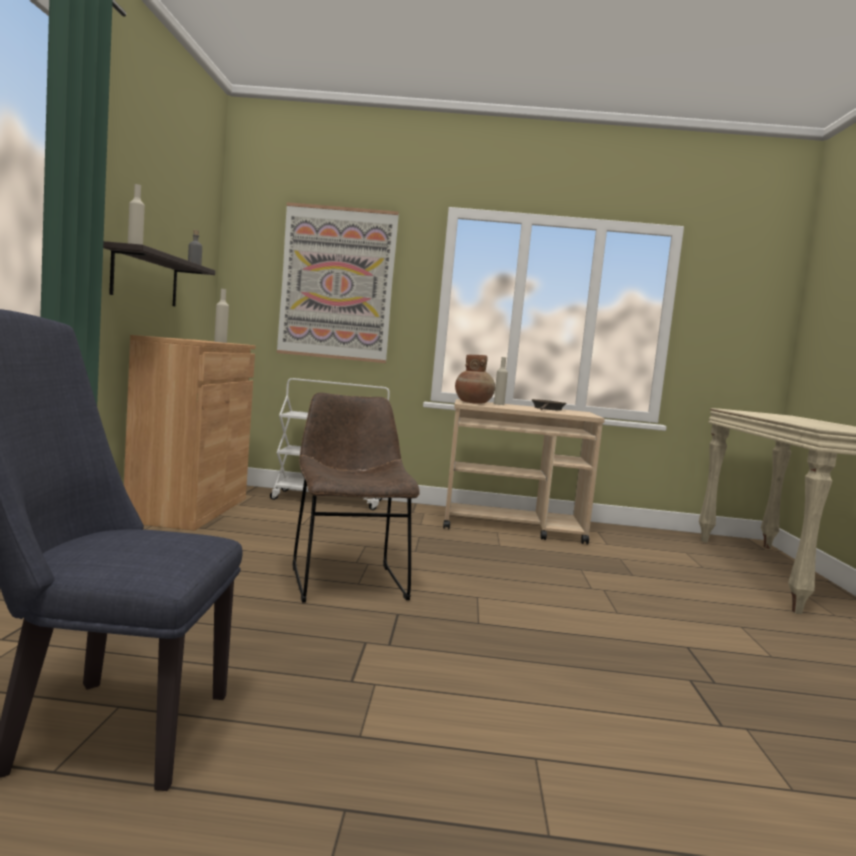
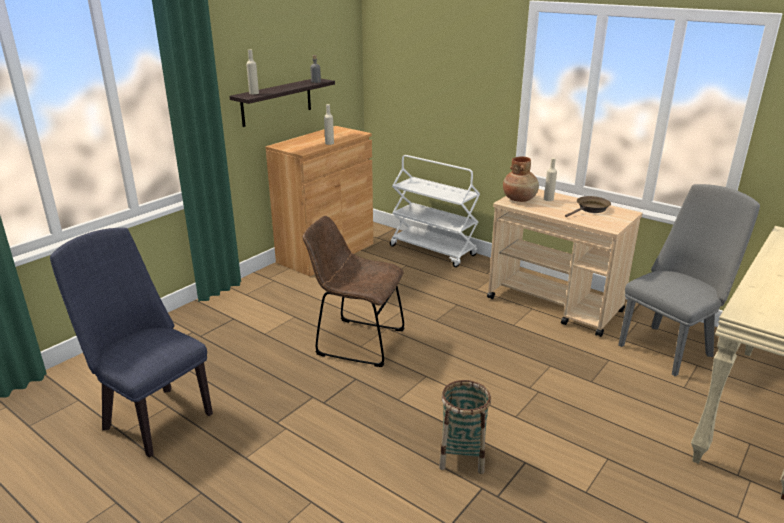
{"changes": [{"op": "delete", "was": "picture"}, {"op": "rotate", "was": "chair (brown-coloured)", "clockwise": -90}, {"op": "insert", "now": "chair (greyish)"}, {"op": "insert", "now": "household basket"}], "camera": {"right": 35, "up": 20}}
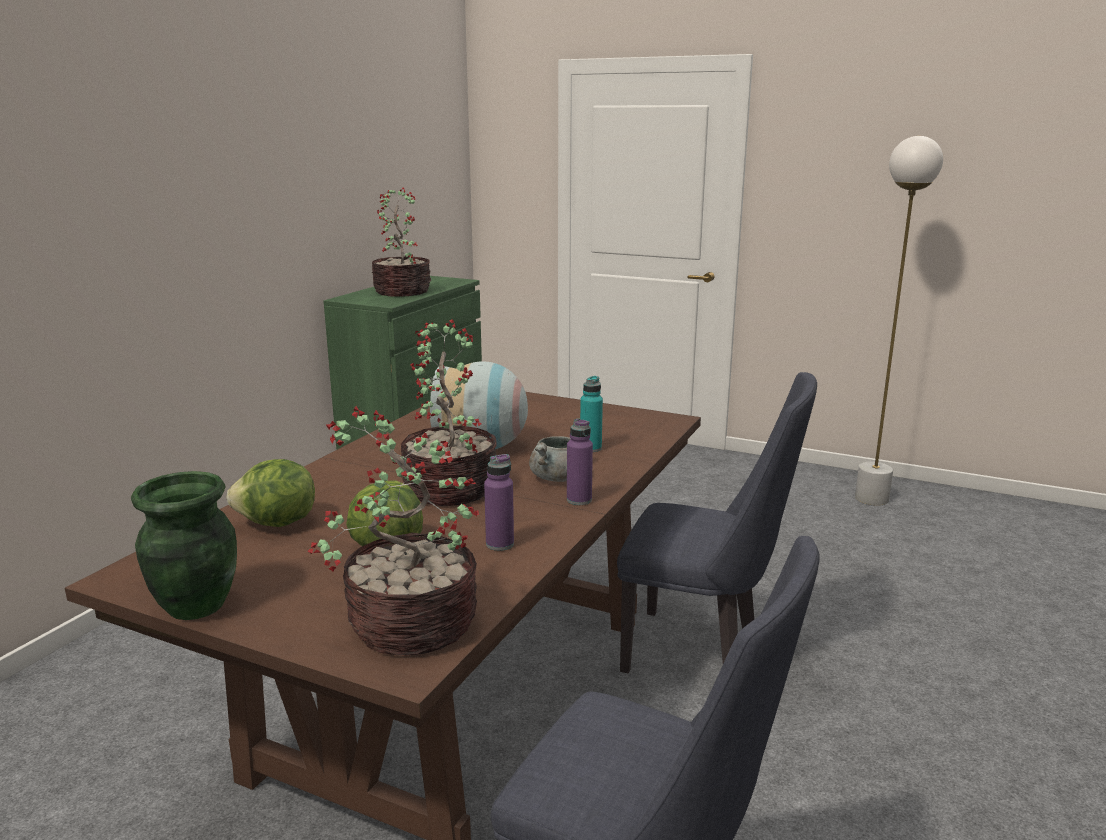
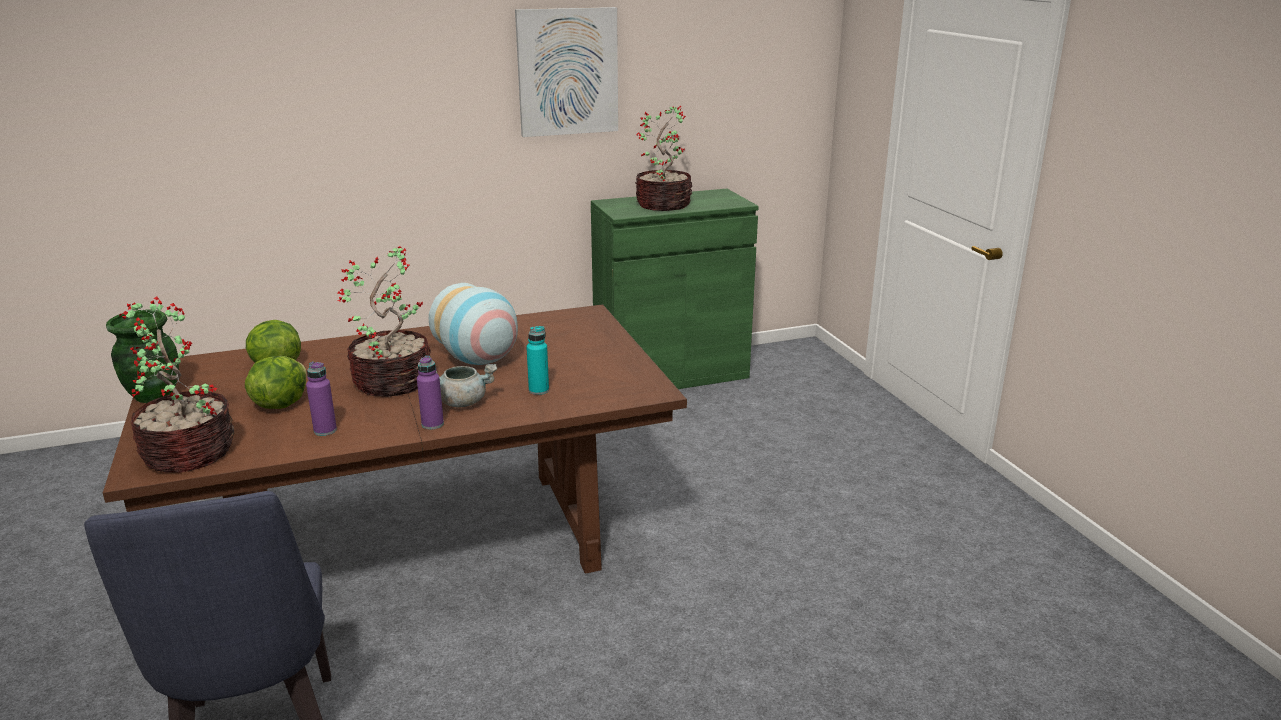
{"changes": [{"op": "delete", "was": "floor lamp (white-coloured)"}, {"op": "delete", "was": "chair (blue-coloured) (2nd from left)"}, {"op": "insert", "now": "picture"}], "camera": {"right": 45, "up": 5}}
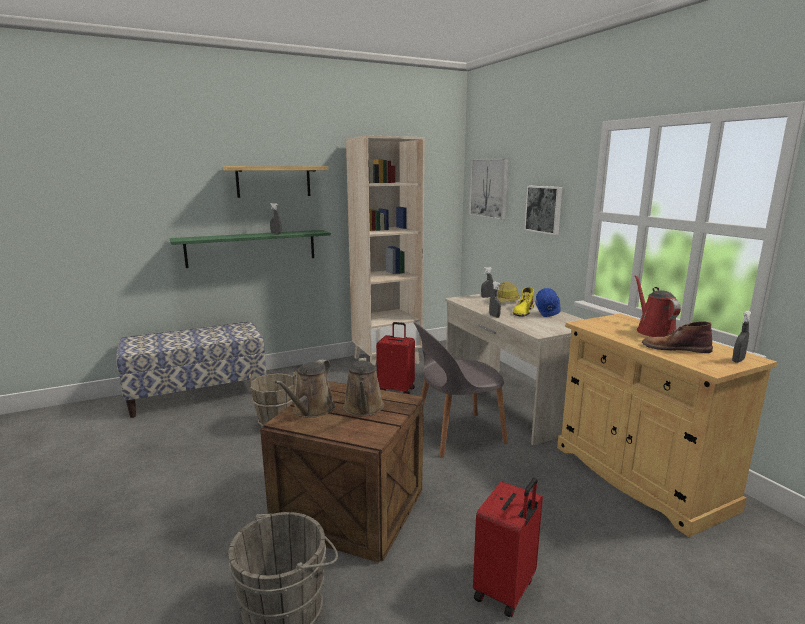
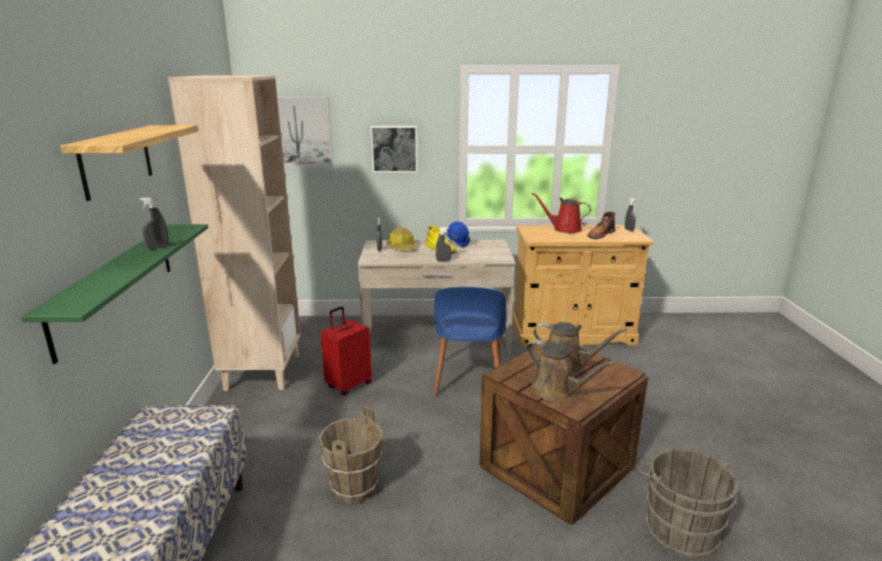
{"changes": [{"op": "recolor", "was": "chair (greyish)", "now": "chair (blue-coloured)"}, {"op": "delete", "was": "travel case (reddish) (2nd from left)"}], "camera": {"right": -65, "up": 5}}
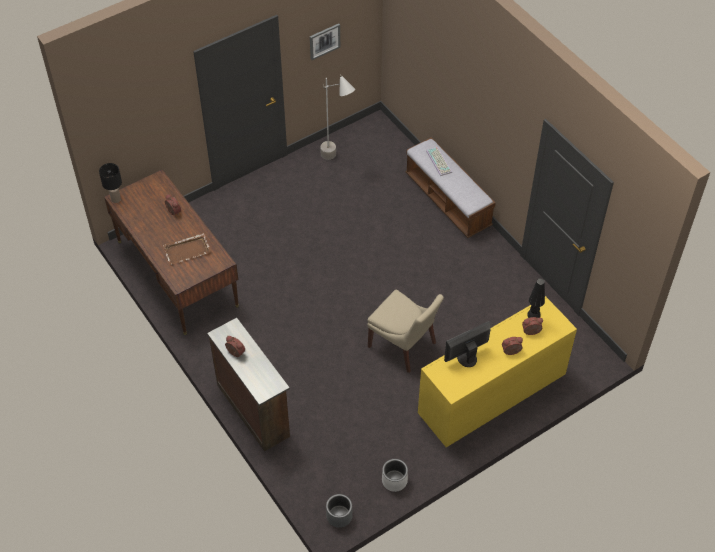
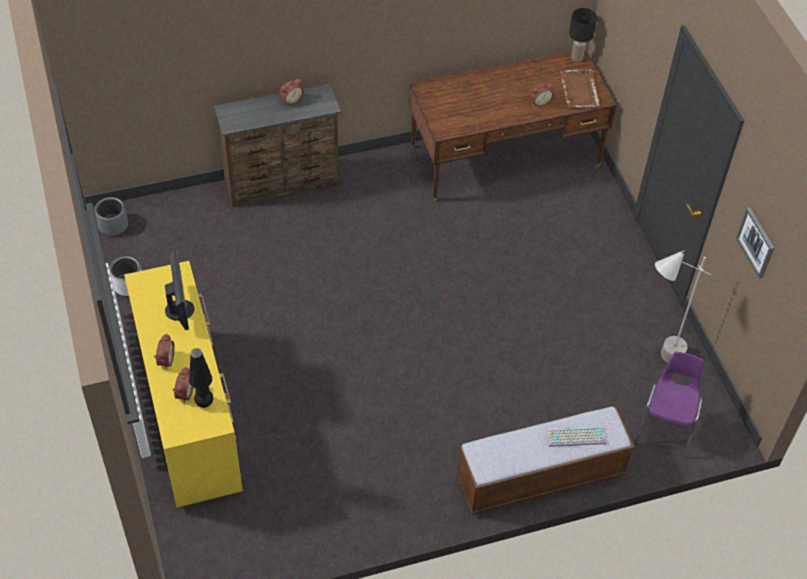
{"changes": [{"op": "move", "was": "carrying tray (brown-coloured)"}, {"op": "delete", "was": "chair (sand-coloured)"}, {"op": "insert", "now": "chair (purple-coloured)"}], "camera": {"right": 105, "up": 0}}
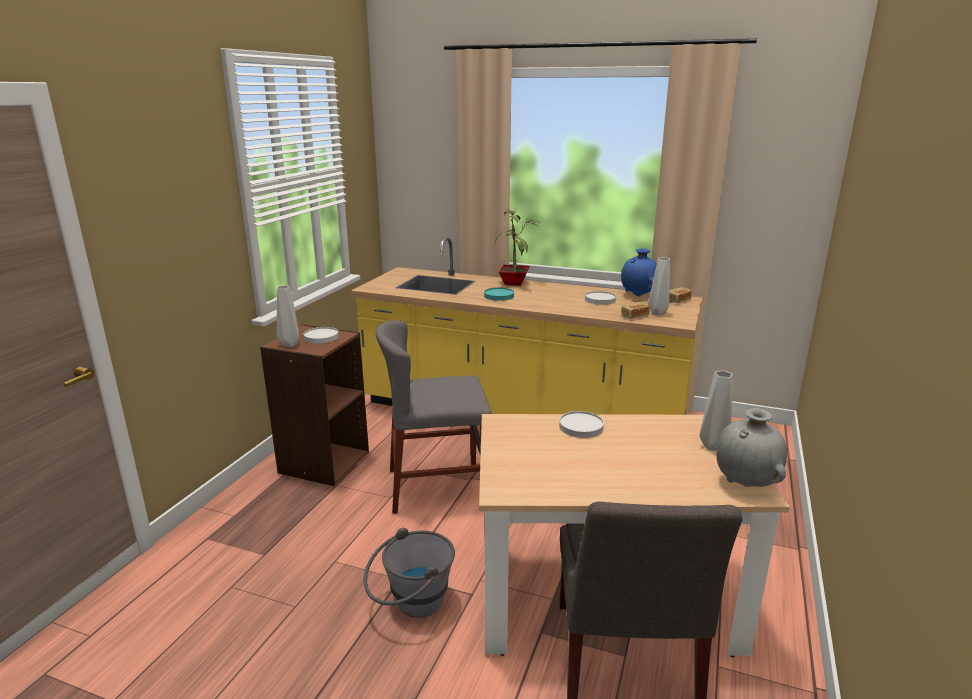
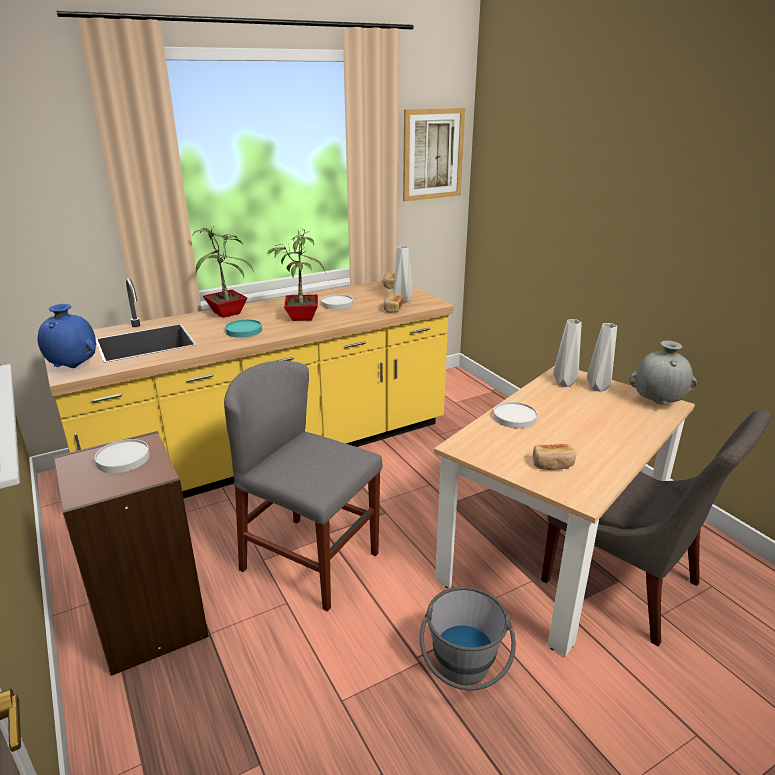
{"changes": [{"op": "move", "was": "vase (blue-coloured)"}, {"op": "move", "was": "vase (greyish) (1st from left in the first image)", "now": "vase (greyish) (2nd from left)"}, {"op": "rotate", "was": "chair (greyish) (1st from left)", "clockwise": 90}, {"op": "insert", "now": "picture"}, {"op": "insert", "now": "potted plant (2nd from left)"}, {"op": "insert", "now": "baked bread (3rd from left)"}], "camera": {"right": -50, "up": 5}}
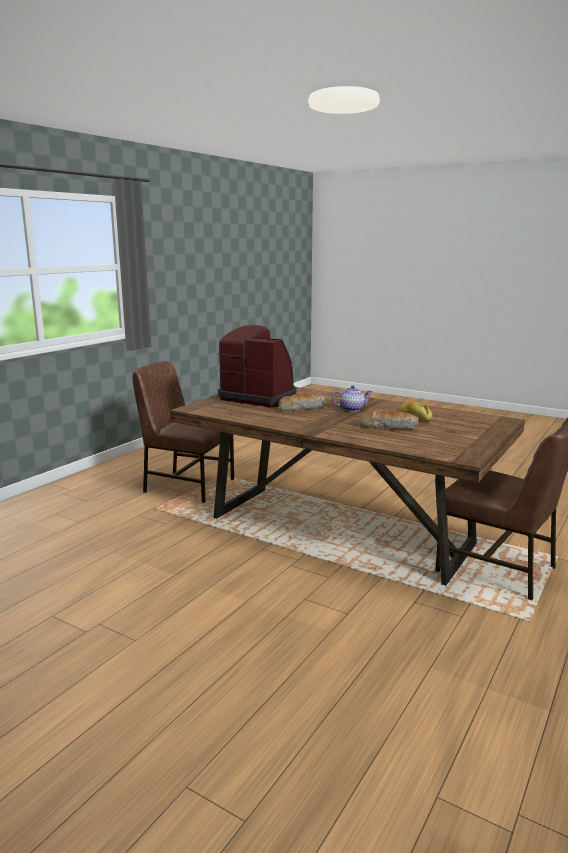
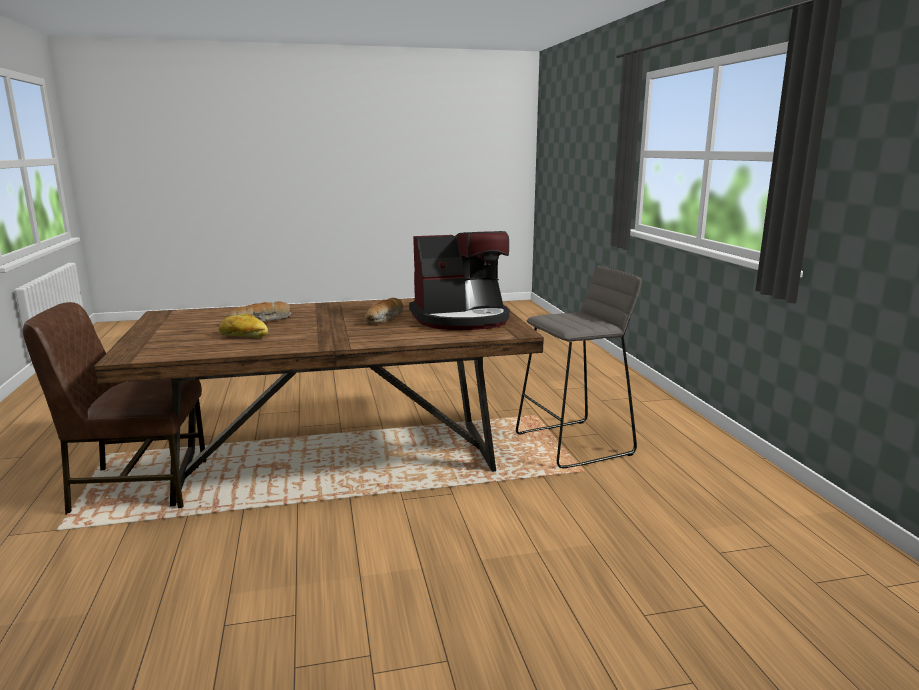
{"changes": [{"op": "replace", "was": "chair (brown-coloured) (1st from left)", "now": "stool (greyish)"}, {"op": "delete", "was": "tea pot"}], "camera": {"right": 135, "up": 0}}
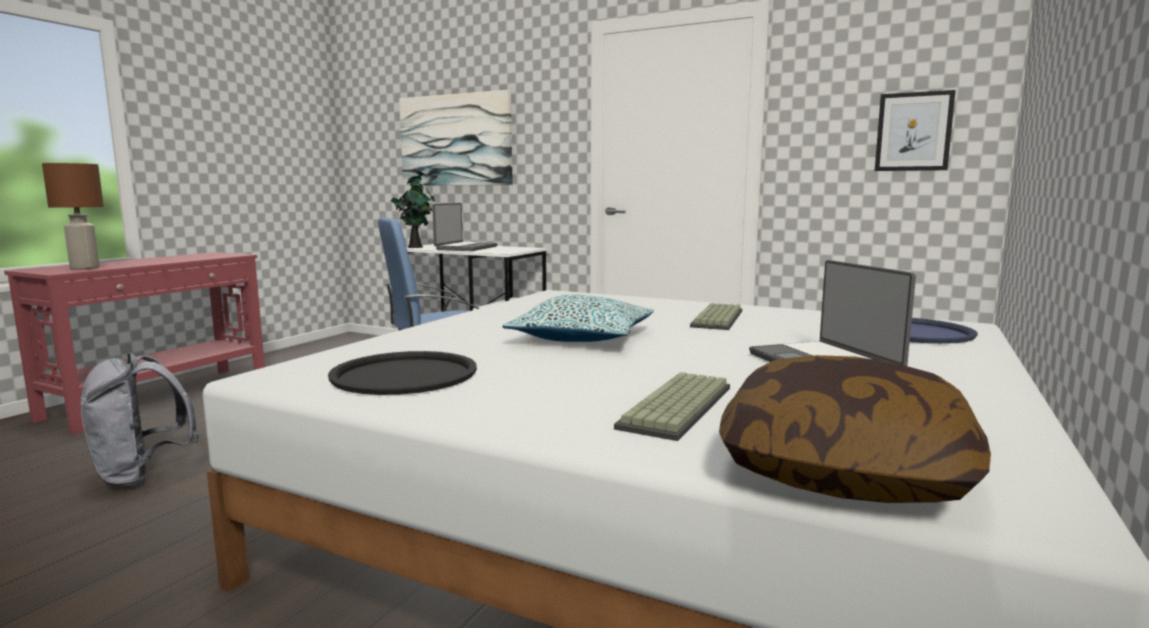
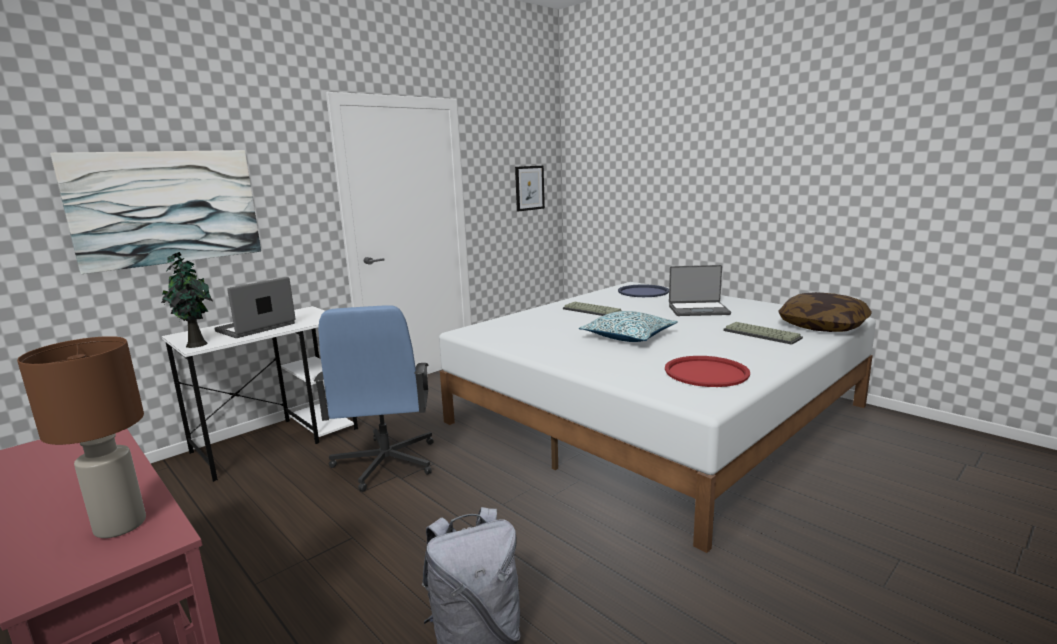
{"changes": [{"op": "rotate", "was": "notebook computer (1st from left)", "clockwise": -90}, {"op": "recolor", "was": "carrying tray (black)", "now": "carrying tray (reddish)"}], "camera": {"right": -70, "up": 5}}
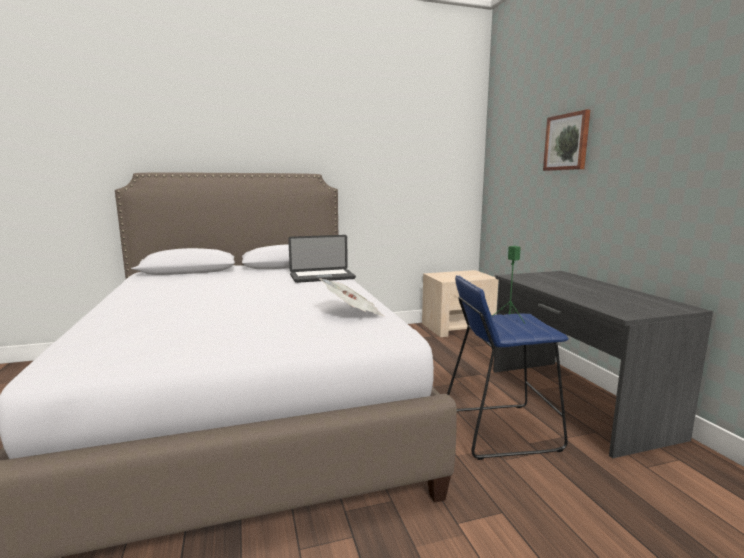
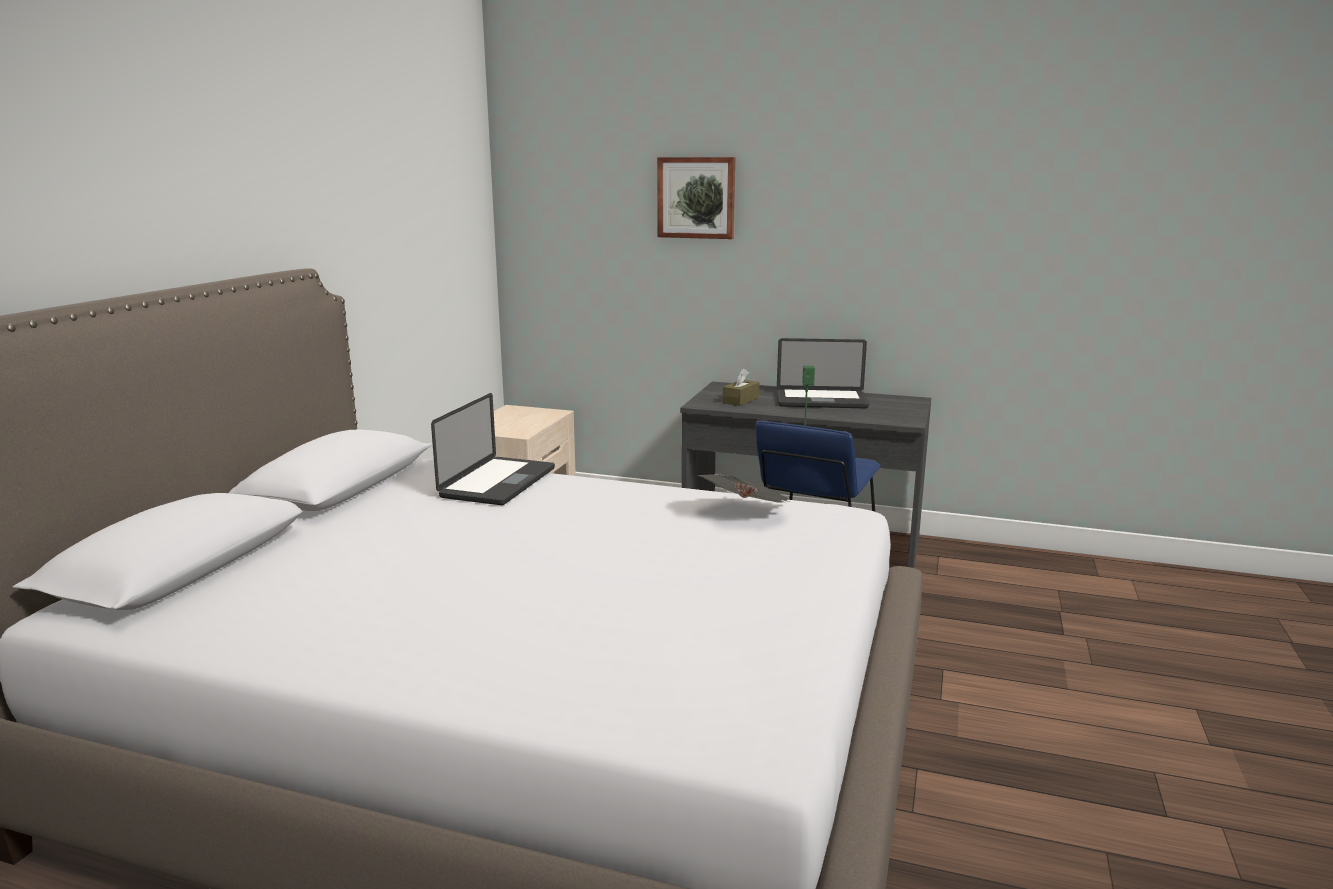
{"changes": [{"op": "insert", "now": "notebook computer (2nd from left)"}, {"op": "insert", "now": "box of tissues (brown-coloured)"}], "camera": {"right": -55, "up": 5}}
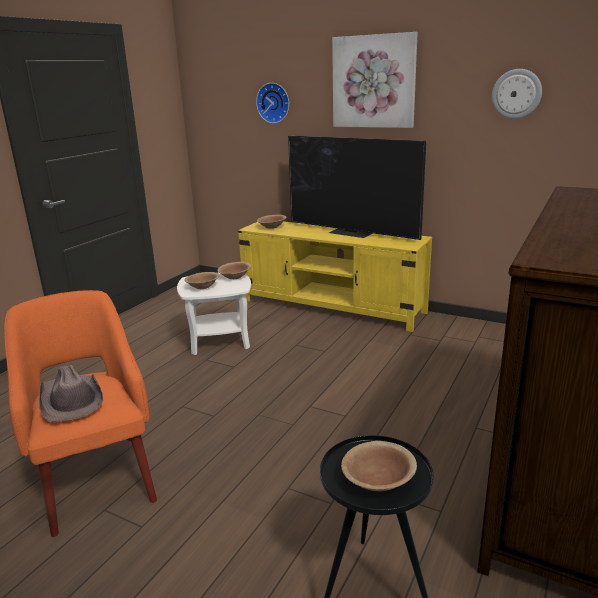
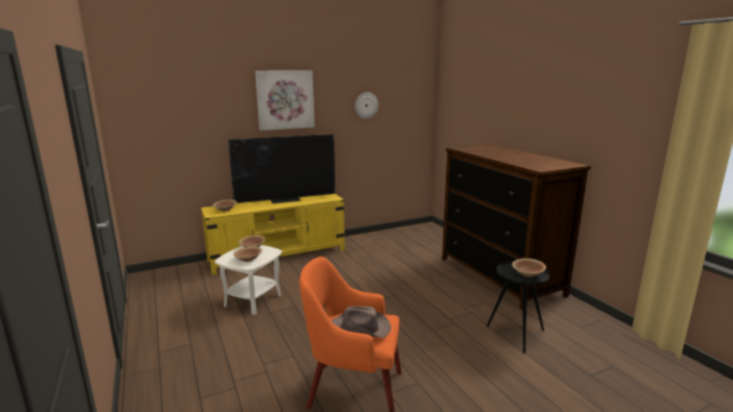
{"changes": [{"op": "delete", "was": "hanging clock (1st from left)"}], "camera": {"right": -55, "up": -5}}
